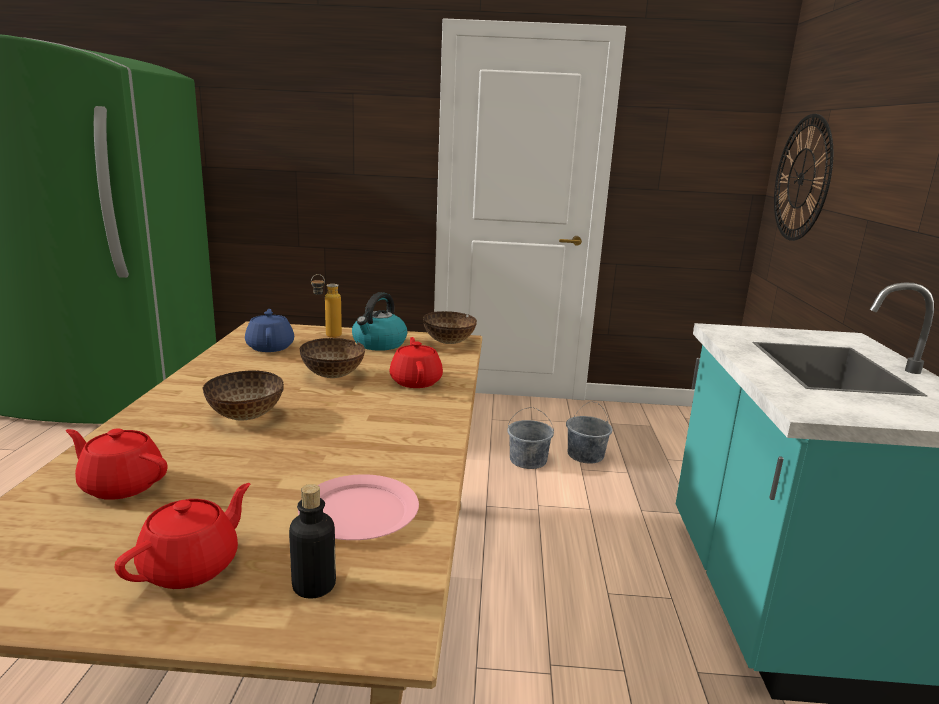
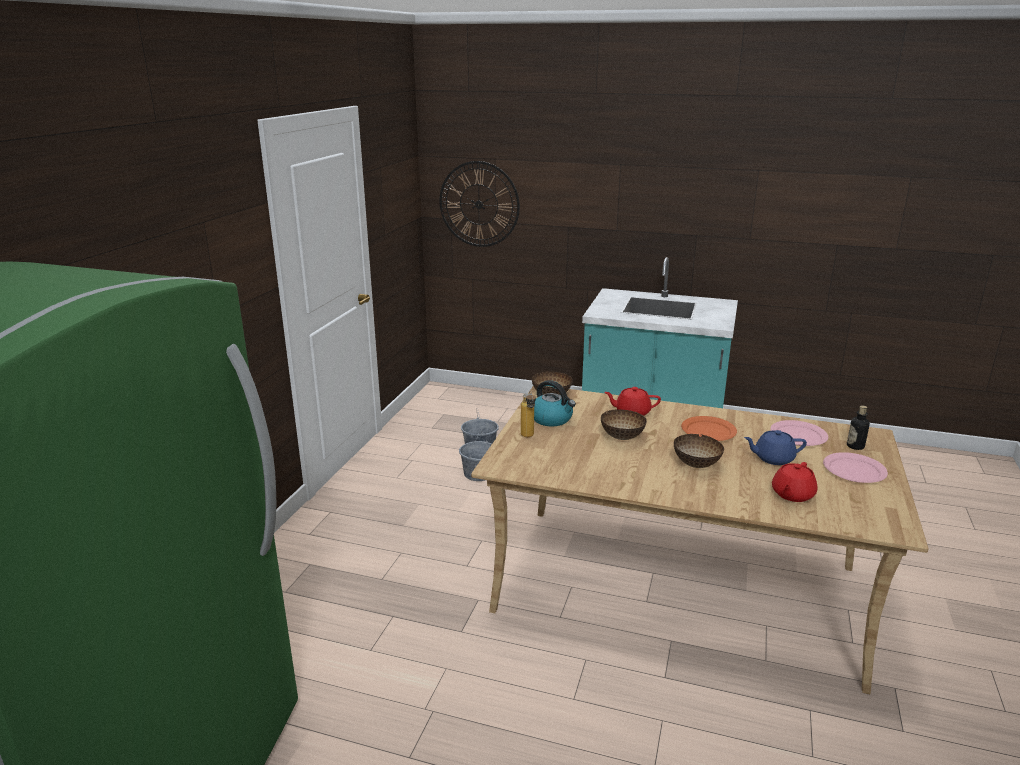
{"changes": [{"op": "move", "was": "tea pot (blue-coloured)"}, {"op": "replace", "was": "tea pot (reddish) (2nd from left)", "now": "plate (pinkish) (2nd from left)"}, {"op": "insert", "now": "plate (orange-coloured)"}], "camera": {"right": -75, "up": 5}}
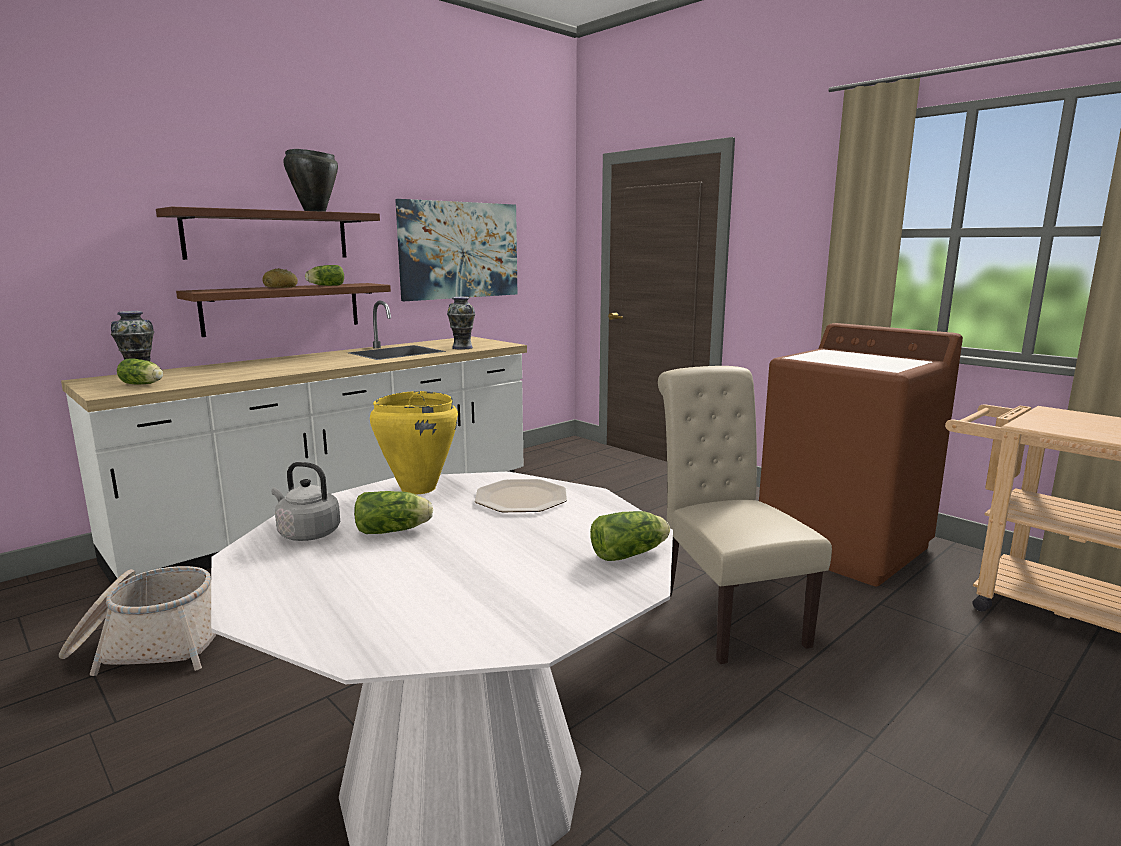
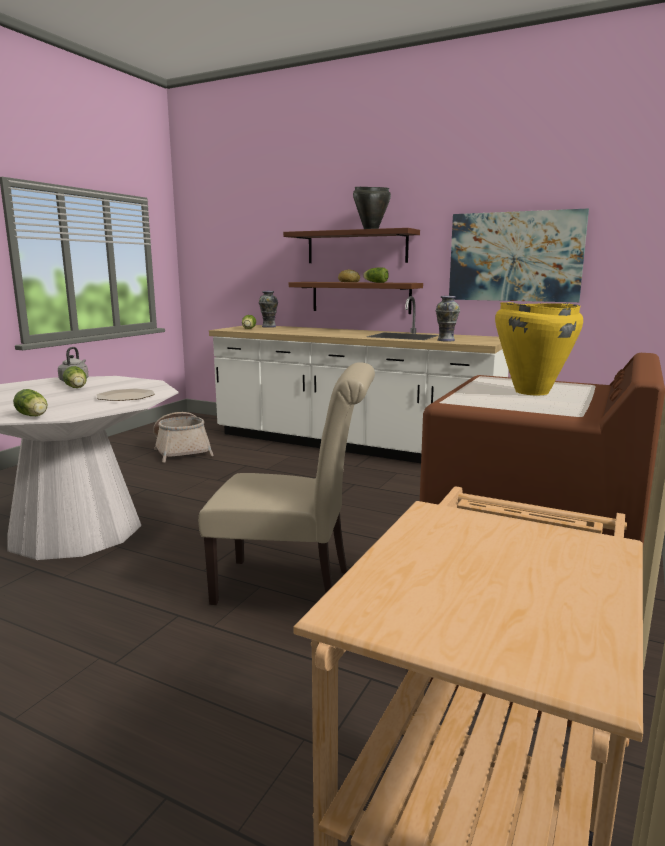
{"changes": [{"op": "rotate", "was": "chair (sand-coloured)", "clockwise": 45}, {"op": "move", "was": "saucepot (yellow-coloured)"}], "camera": {"right": 70, "up": 0}}
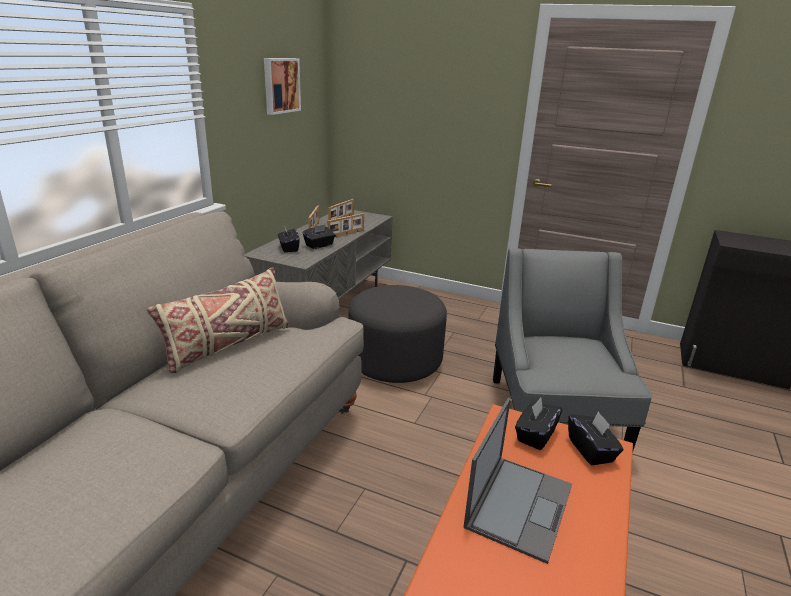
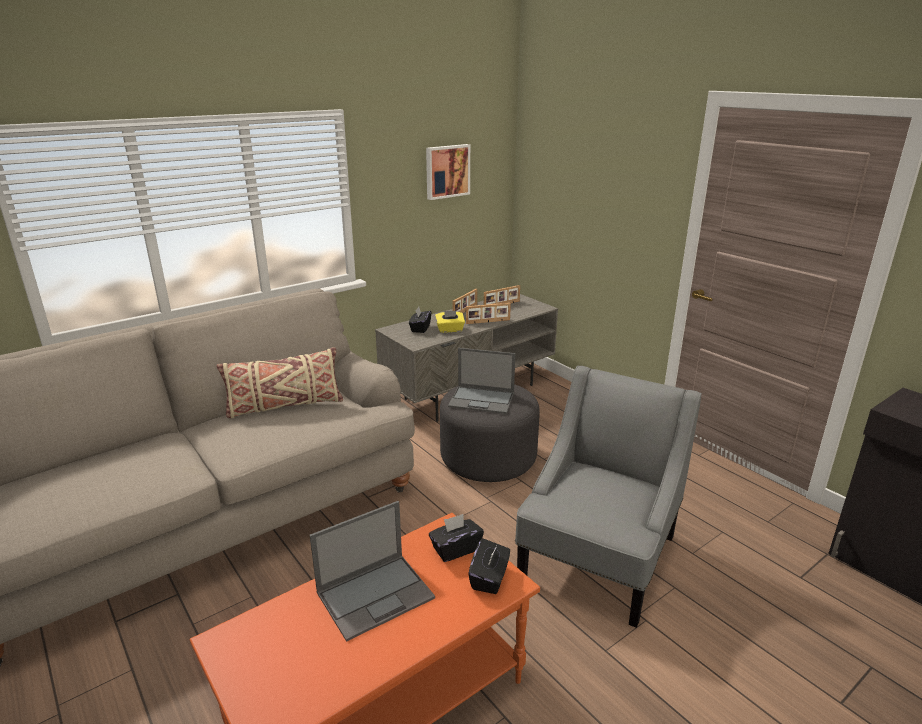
{"changes": [{"op": "recolor", "was": "box of tissues (black) (2nd from left)", "now": "box of tissues (yellow-coloured)"}, {"op": "insert", "now": "notebook computer (2nd from left)"}], "camera": {"right": 30, "up": 0}}
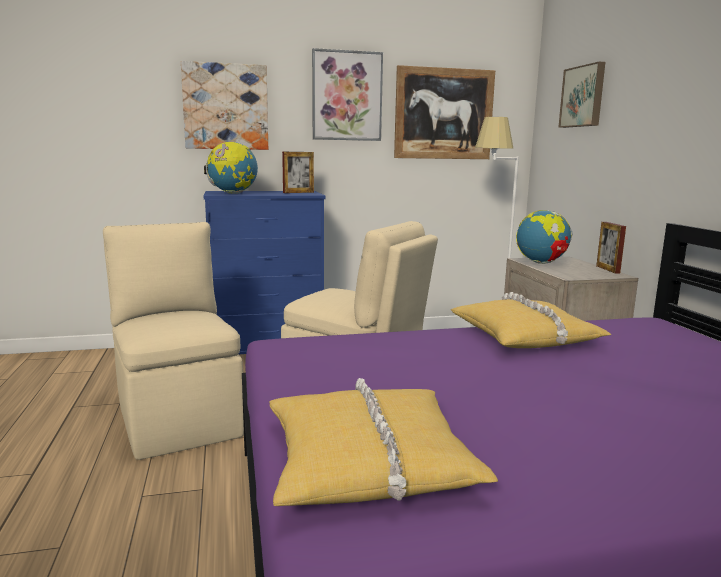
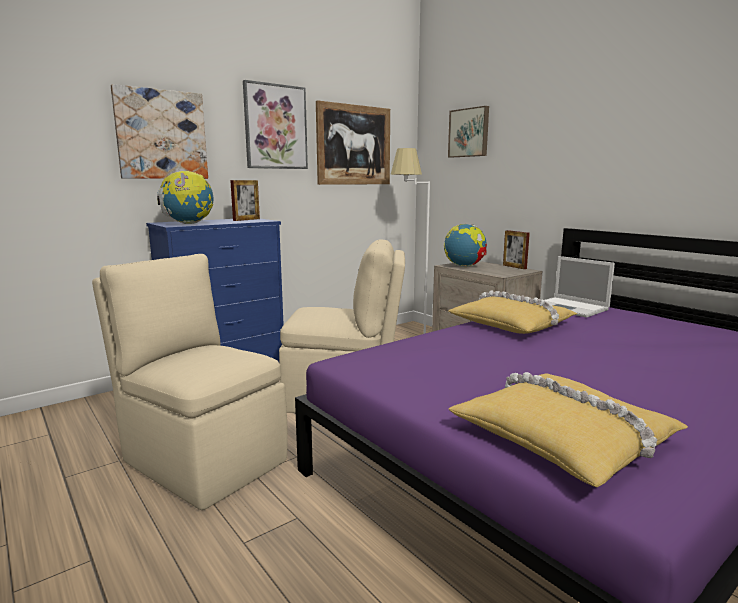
{"changes": [{"op": "insert", "now": "notebook computer"}], "camera": {"right": -25, "up": 0}}
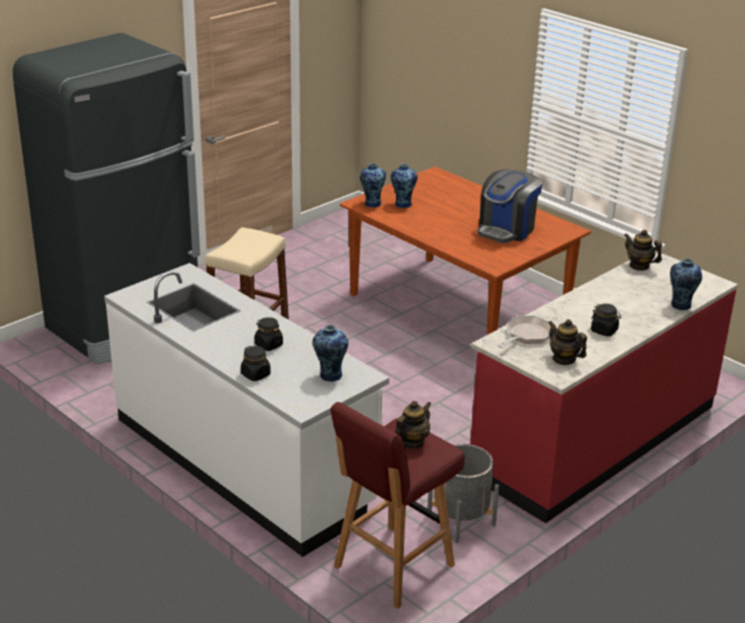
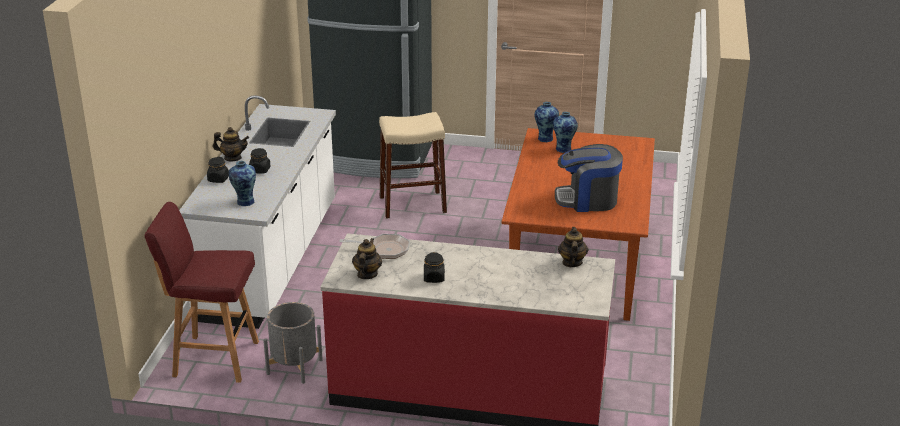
{"changes": [{"op": "delete", "was": "vase (4th from left)"}, {"op": "move", "was": "tea pot (1st from left)"}], "camera": {"right": 55, "up": 0}}
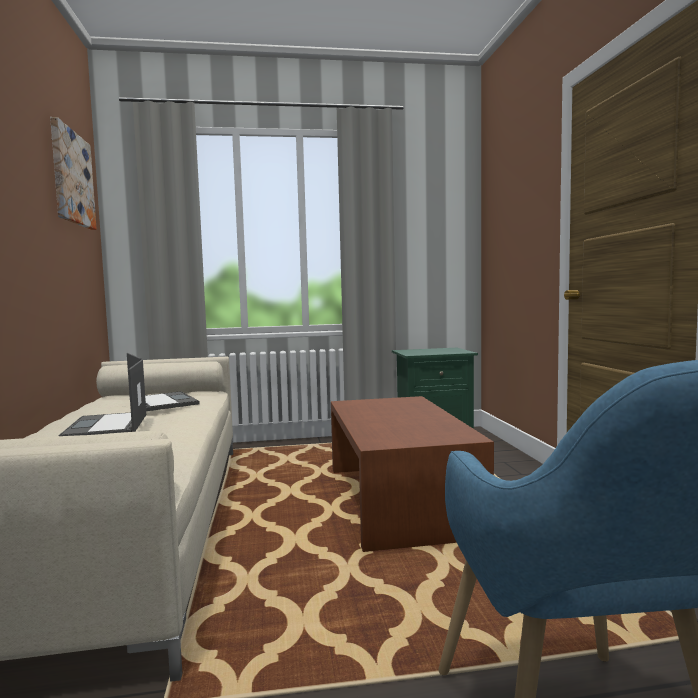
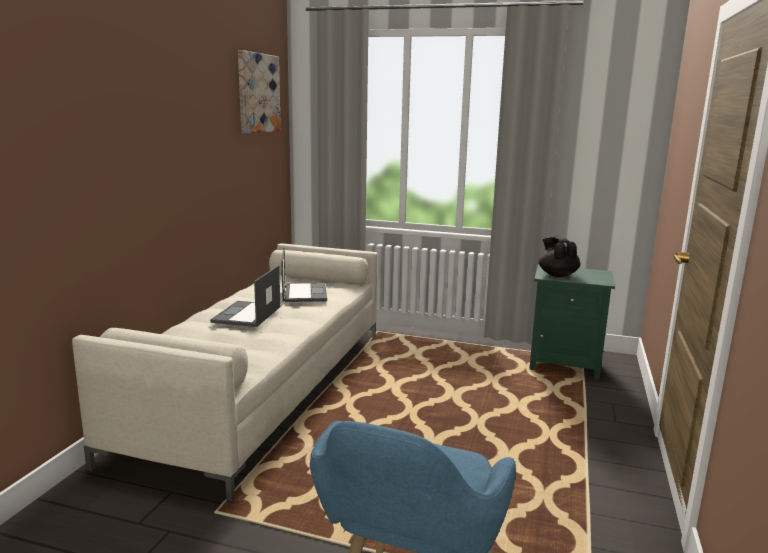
{"changes": [{"op": "delete", "was": "lounge table (brown-coloured)"}, {"op": "insert", "now": "tea pot (black)"}], "camera": {"right": 25, "up": 10}}
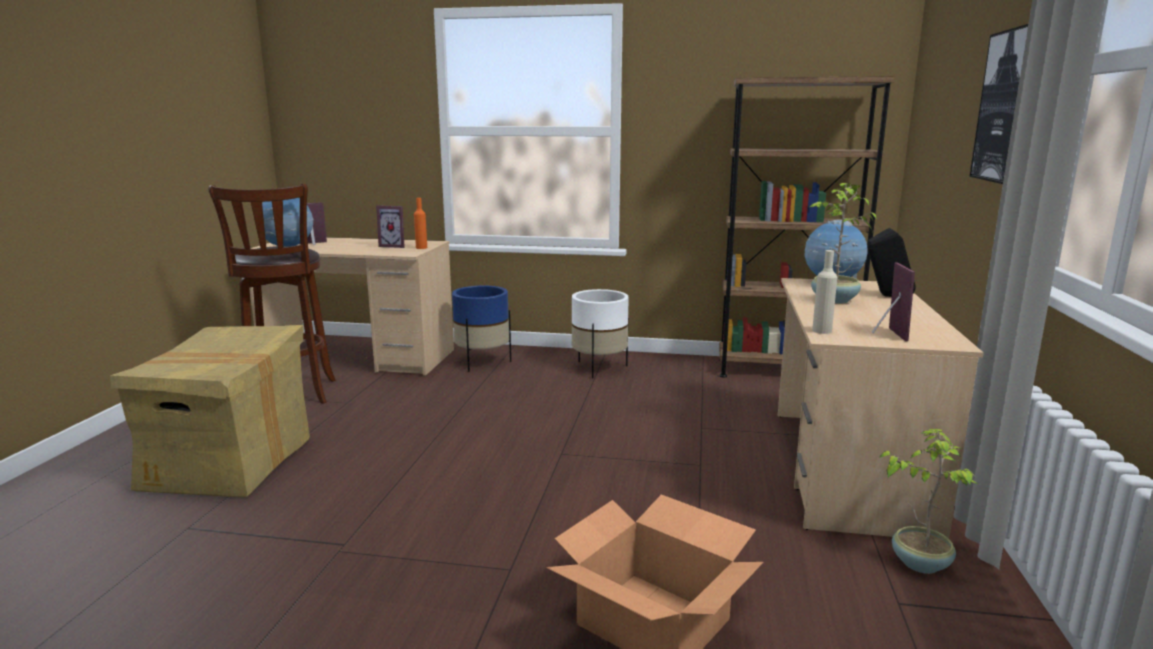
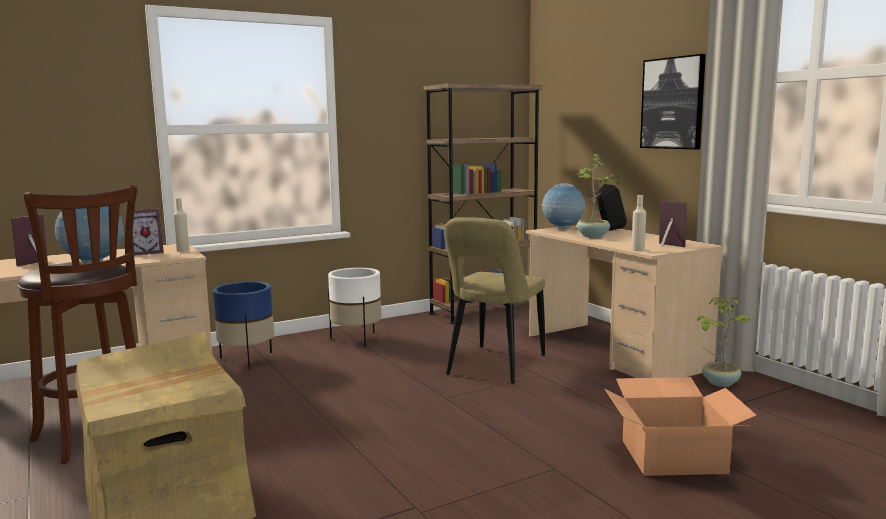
{"changes": [{"op": "recolor", "was": "drink bottle (orange-coloured)", "now": "drink bottle (sand-coloured) (1st from left)"}, {"op": "insert", "now": "chair (sand-coloured)"}], "camera": {"right": -40, "up": -5}}
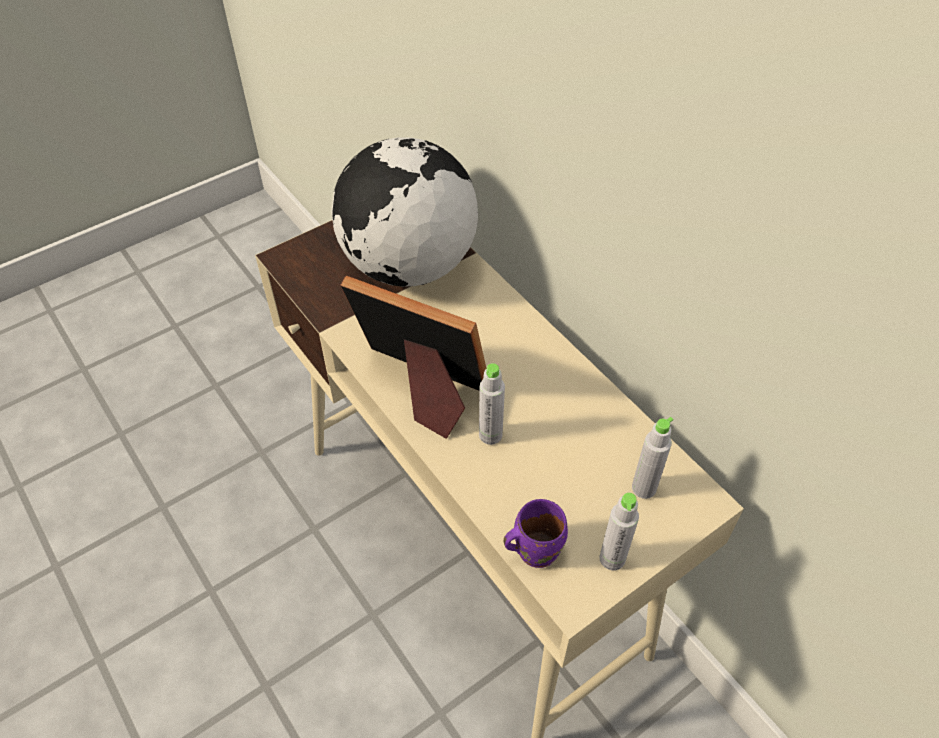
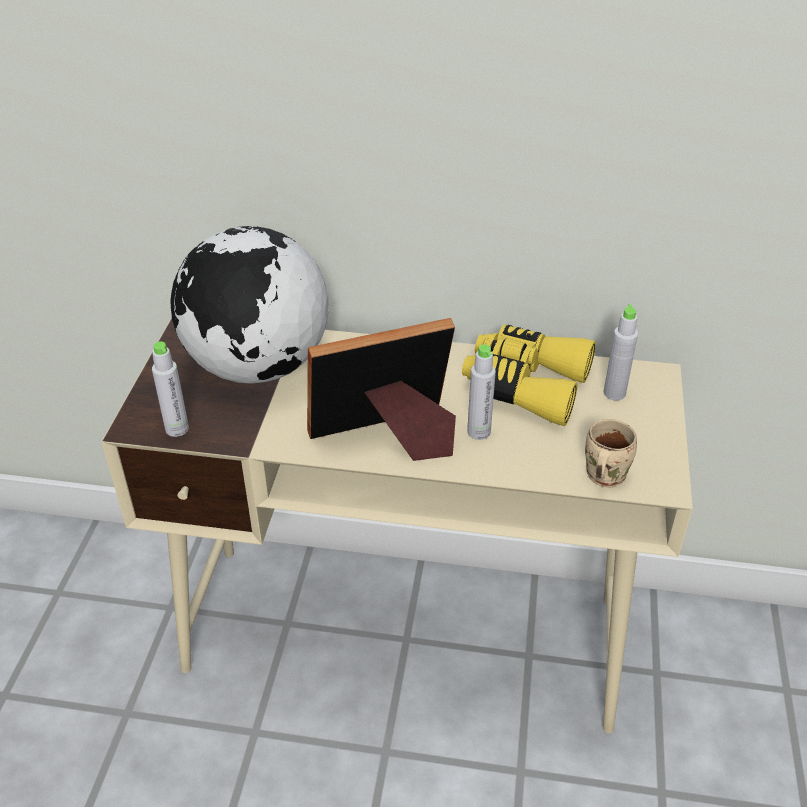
{"changes": [{"op": "move", "was": "drink bottle (greyish) (2nd from left in the first image)", "now": "drink bottle (greyish) (1st from left)"}, {"op": "recolor", "was": "tea mug (purple-coloured)", "now": "tea mug (sand-coloured)"}, {"op": "insert", "now": "field glasses (yellow-coloured)"}], "camera": {"right": -45, "up": -10}}
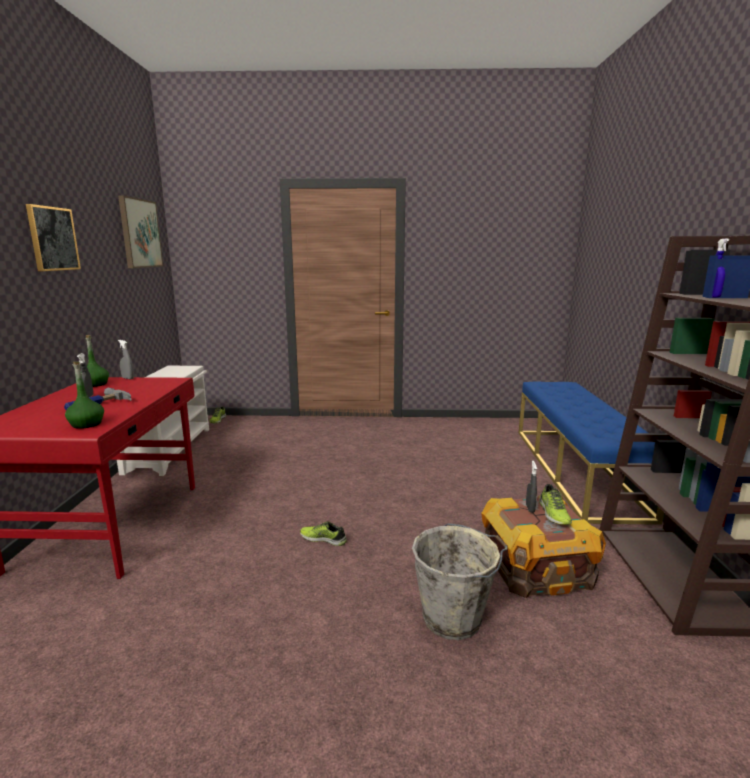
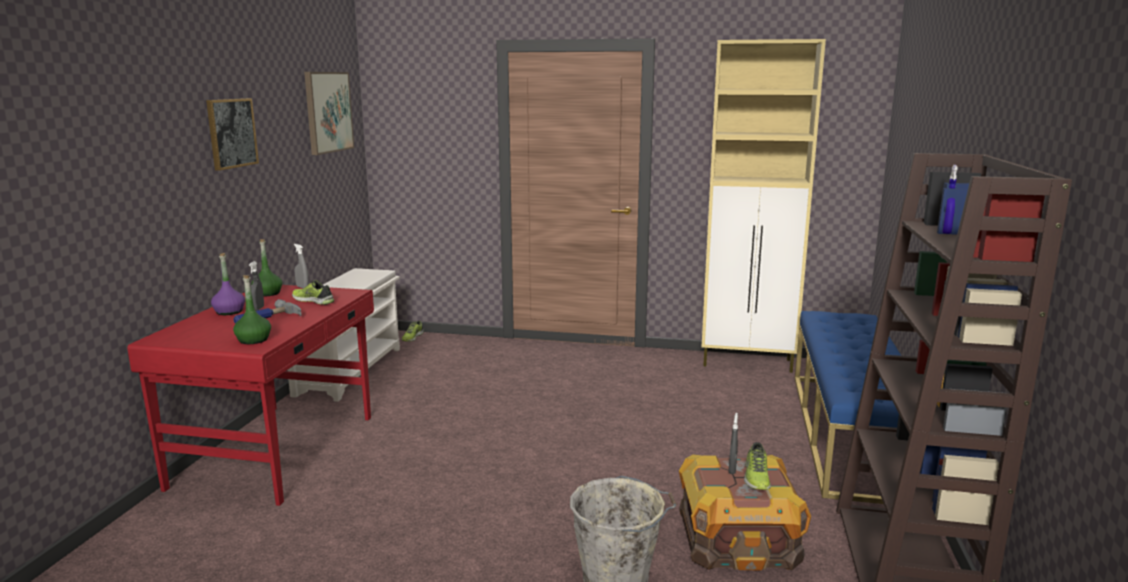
{"changes": [{"op": "move", "was": "low shoe (2nd from left in the first image)", "now": "low shoe (1st from left)"}, {"op": "insert", "now": "storage cabinet (sand-coloured)"}, {"op": "insert", "now": "drink bottle (purple-coloured)"}], "camera": {"right": 10, "up": 0}}
